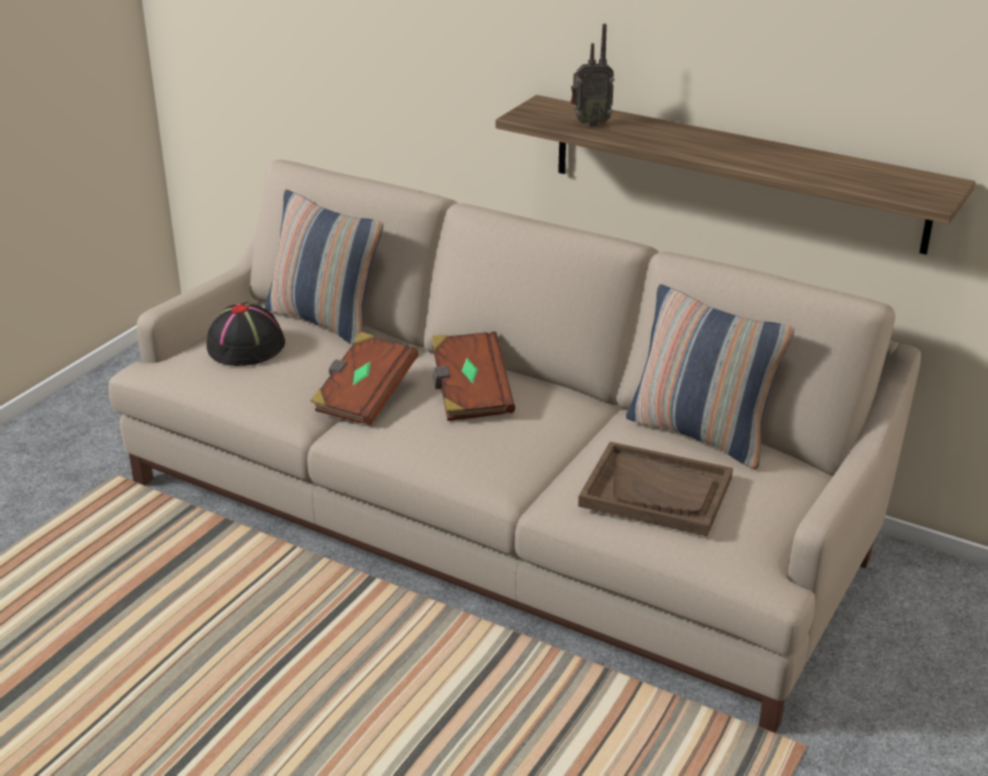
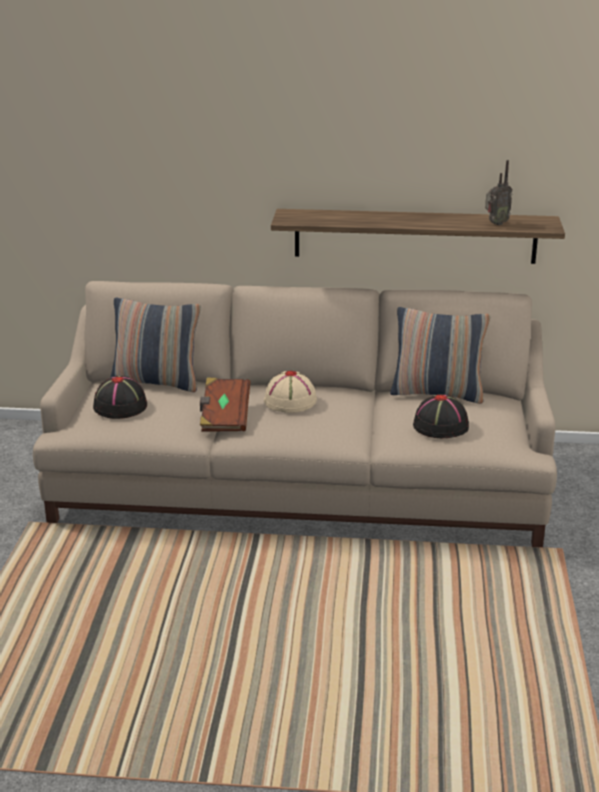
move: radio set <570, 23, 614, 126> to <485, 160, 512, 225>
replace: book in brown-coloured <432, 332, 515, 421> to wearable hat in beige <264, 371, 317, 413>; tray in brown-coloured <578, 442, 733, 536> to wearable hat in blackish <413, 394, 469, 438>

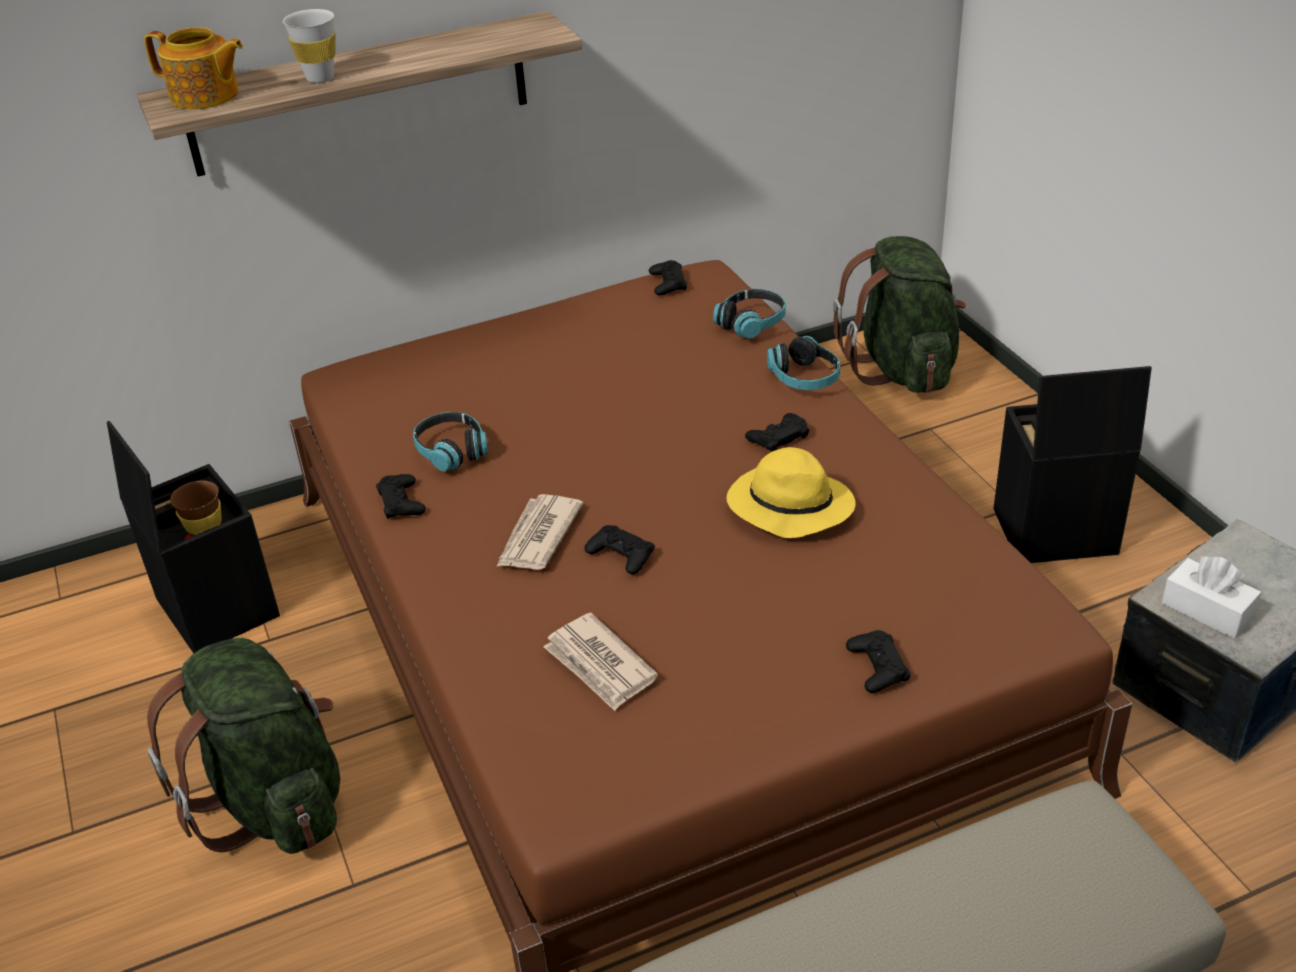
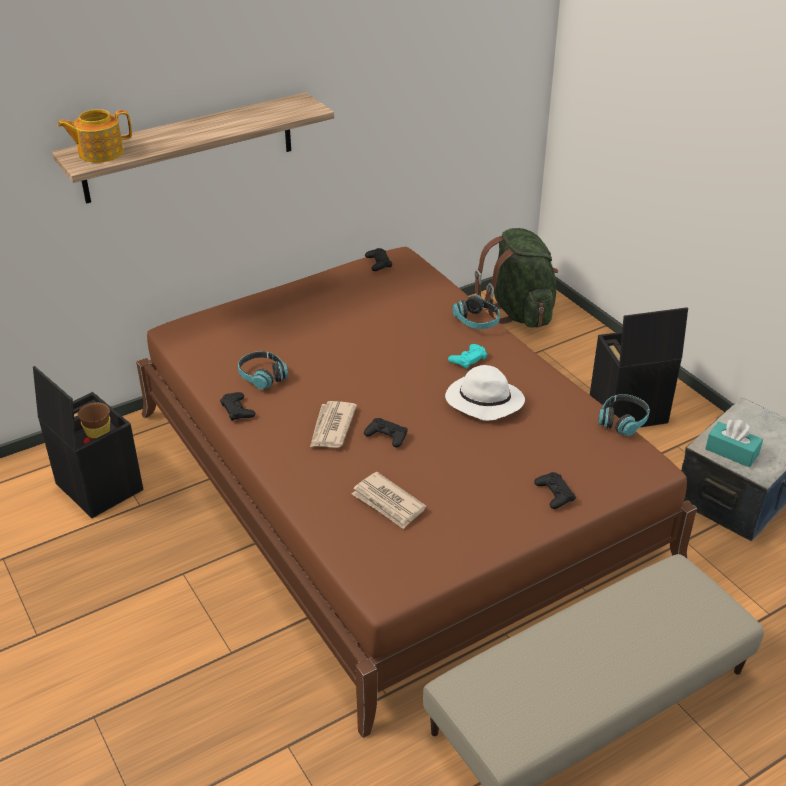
delete: cup in white <283, 9, 336, 83>; rucksack in green-coloured <147, 638, 340, 854>
move: pair of headphones <713, 289, 786, 338> to <598, 394, 650, 436>
recolor: game controller in blackish <745, 413, 810, 452> to game controller in turquoise-coloured <448, 344, 487, 369>; wearable hat in yellow <727, 447, 856, 538> to wearable hat in white <445, 365, 525, 421>; tissue holder in white <1162, 556, 1262, 639> to tissue holder in turquoise-coloured <705, 420, 763, 467>
rotate: tea pot <144, 27, 243, 109> = <57, 109, 132, 163> 150 degrees clockwise

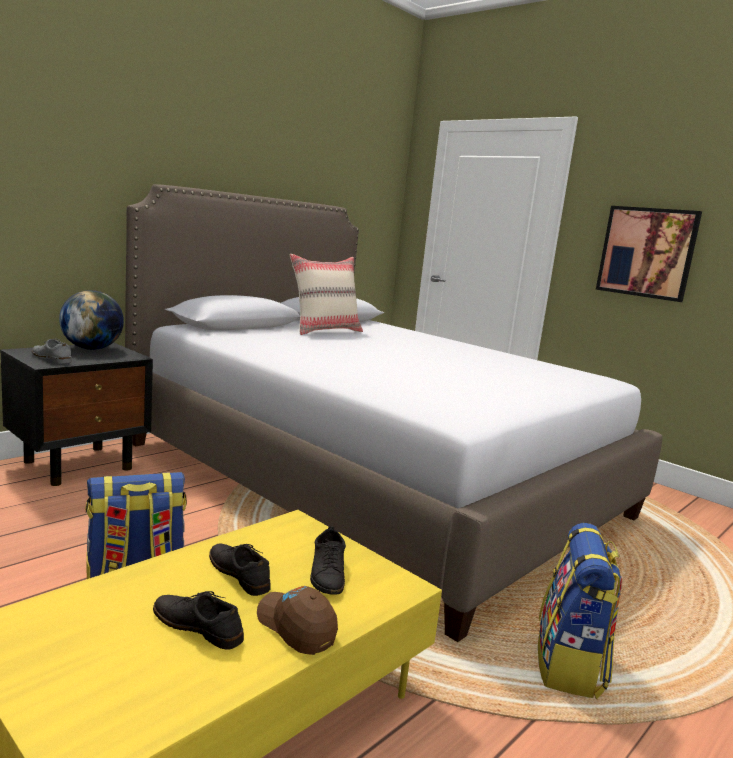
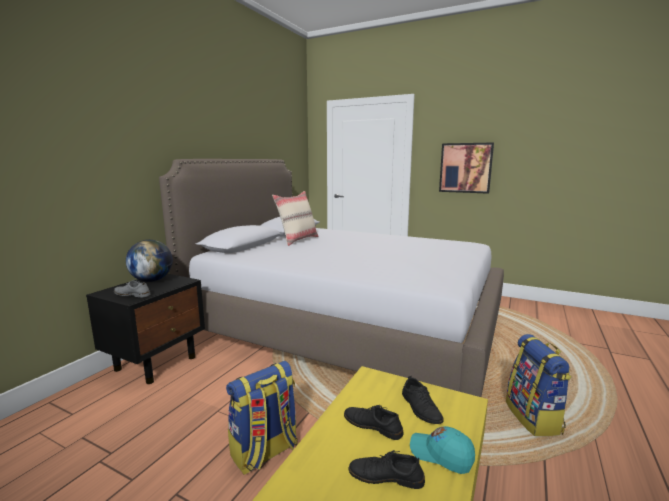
recolor: cap in brown-coloured <257, 586, 338, 655> to cap in turquoise-coloured <410, 426, 475, 474>

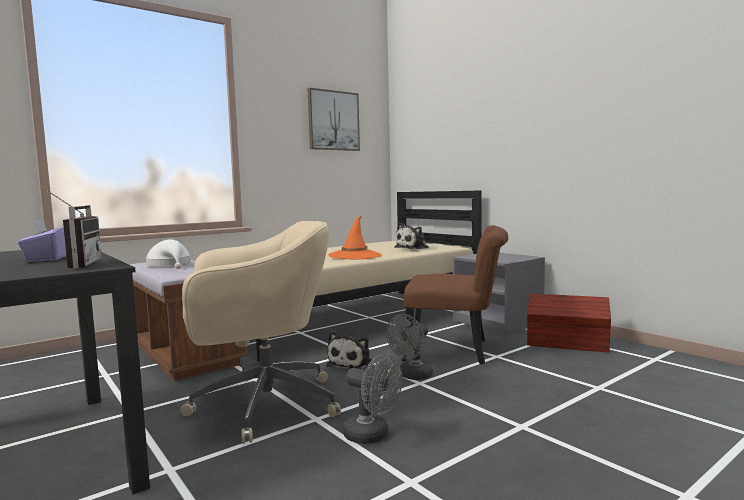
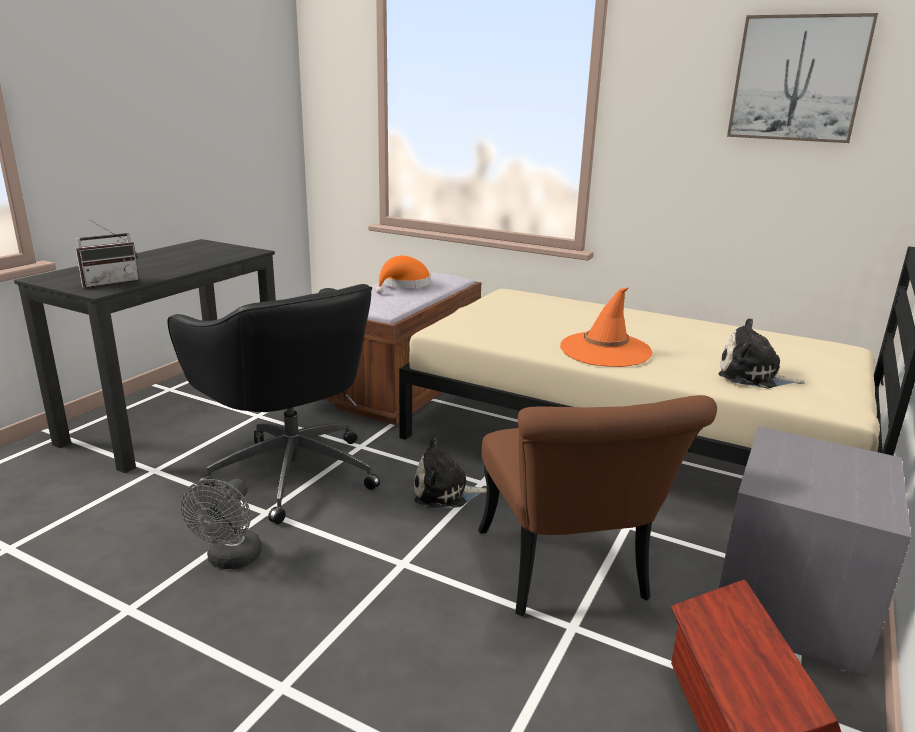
delete: tissue holder in purple-coloured <18, 219, 66, 262>; cooling fan in grey <386, 314, 433, 380>
recolor: computer chair in beige <181, 221, 341, 444> to computer chair in blackish <167, 284, 380, 524>; wearable hat in white <146, 239, 191, 269> to wearable hat in orangey <376, 256, 431, 294>

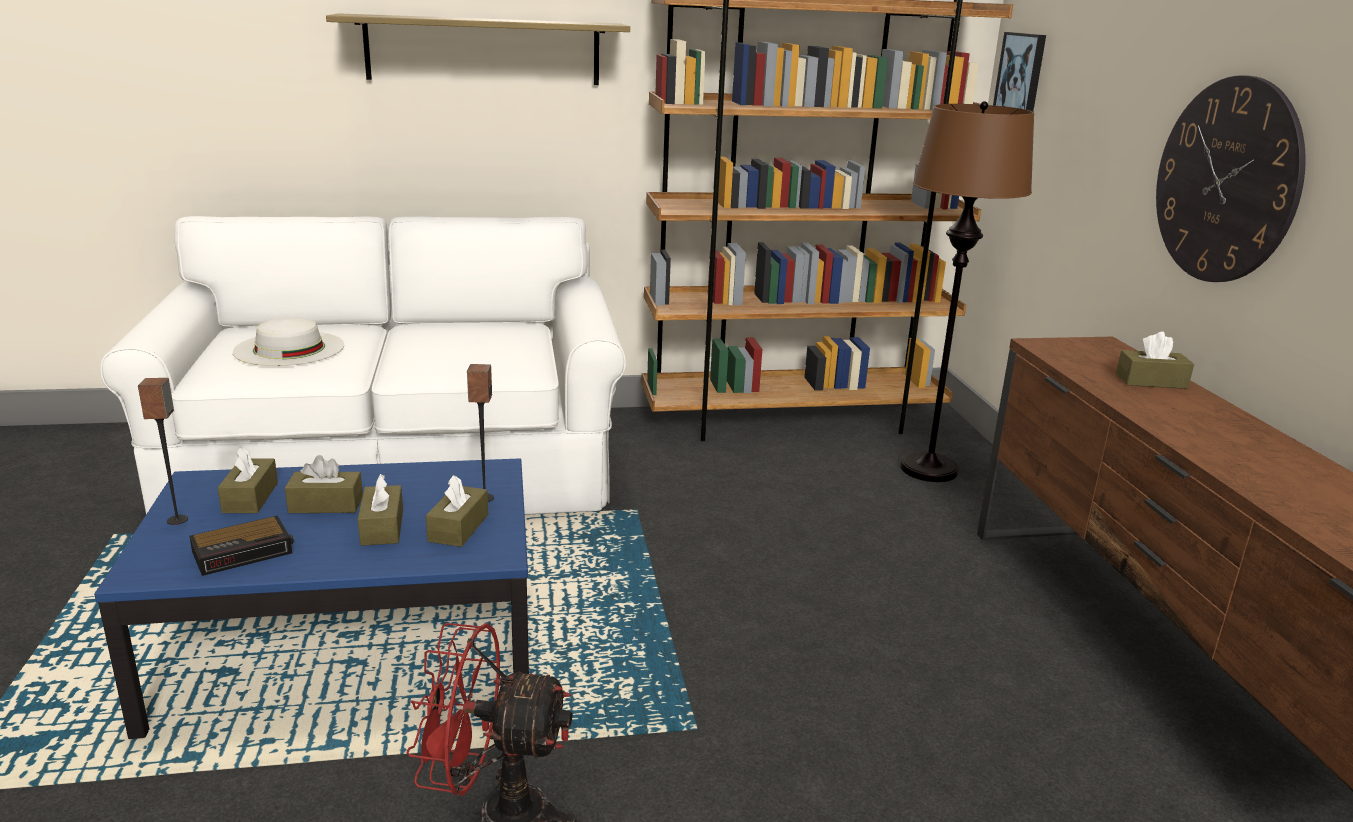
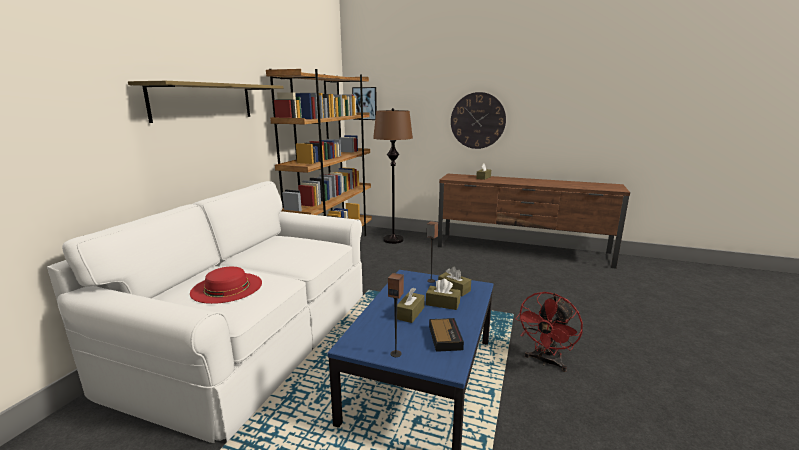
delete: tissue holder in brown-coloured <218, 447, 278, 513>
recolor: wearable hat in white <233, 317, 344, 366> to wearable hat in red <190, 267, 262, 304>

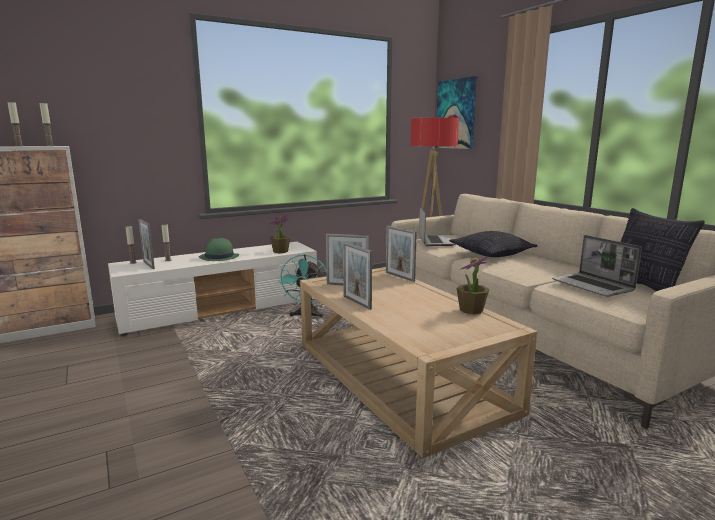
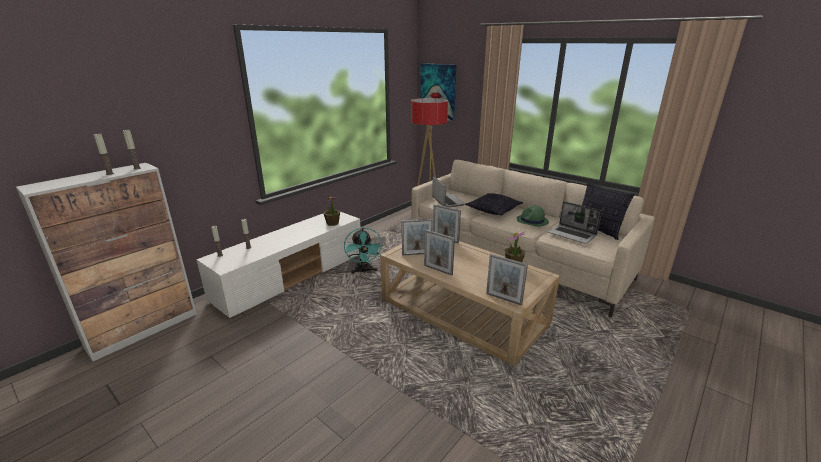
move: picture frame <138, 219, 155, 269> to <486, 254, 528, 306>; wearable hat in green-coloured <199, 238, 239, 261> to <516, 205, 549, 227>

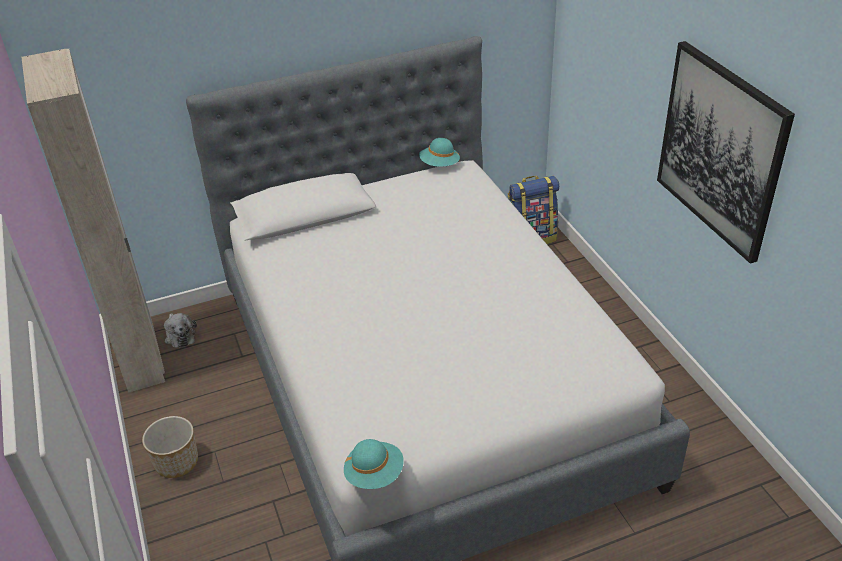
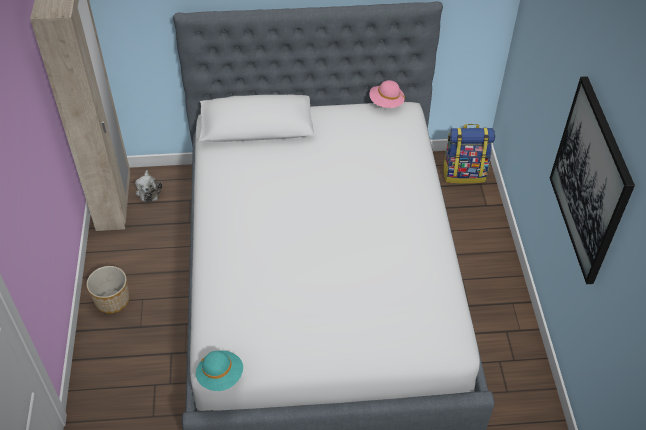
recolor: wearable hat in turquoise-coloured <419, 138, 460, 167> to wearable hat in pink <369, 80, 405, 108>

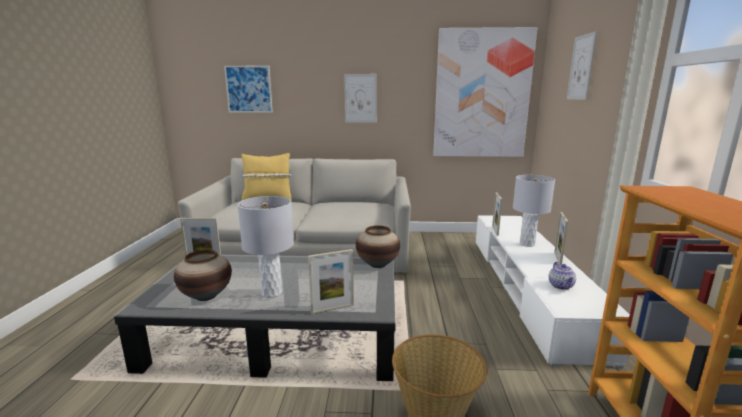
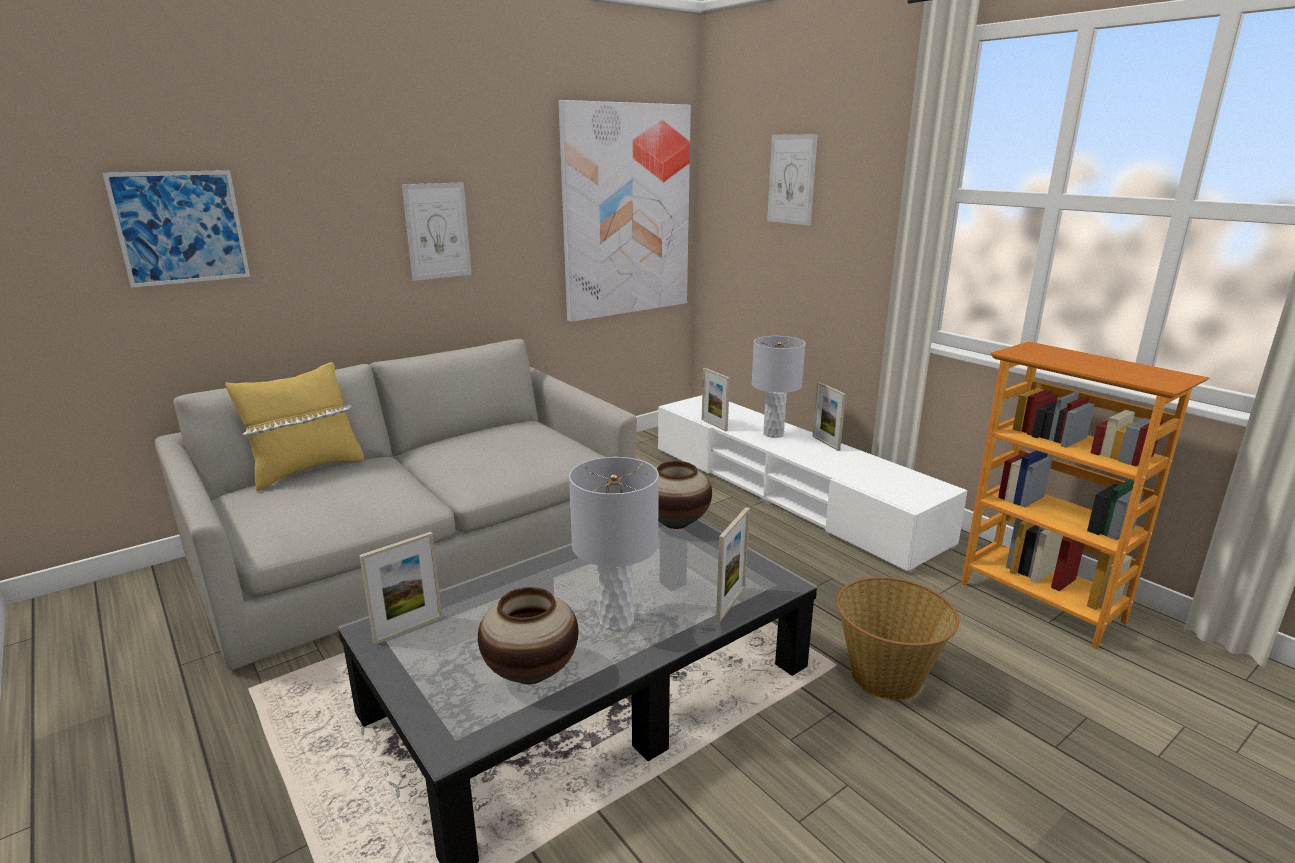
delete: tea pot <549, 262, 576, 290>

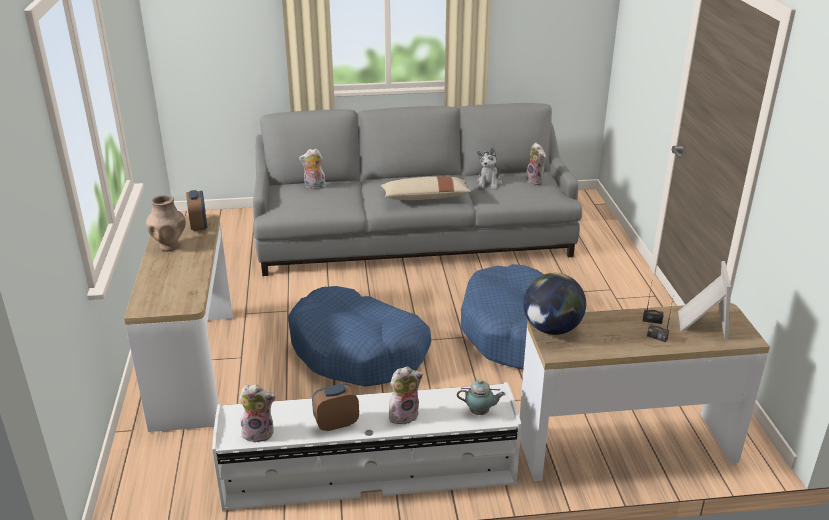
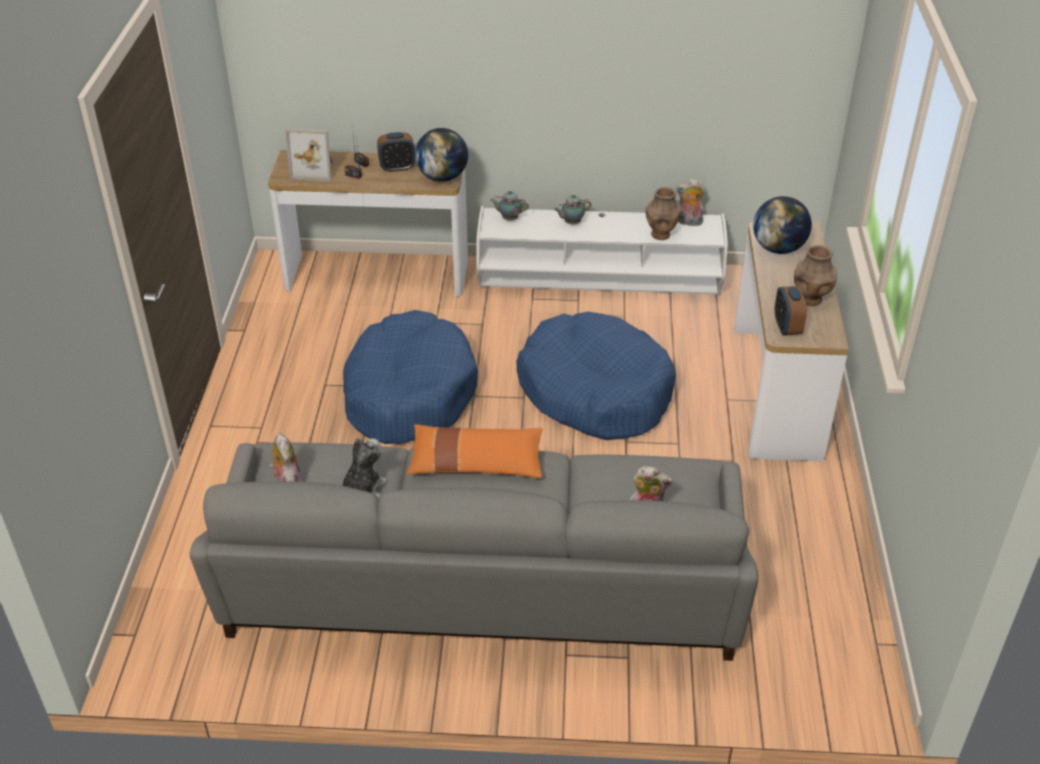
insert: flower vase in brown-coloured <645, 187, 682, 240>; world globe <753, 196, 812, 254>
move: alarm clock <312, 383, 359, 431> to <377, 132, 415, 172>
replace: plush toy <389, 367, 423, 424> to tea pot <554, 194, 591, 224>
recolor: cushion in beige <381, 176, 471, 200> to cushion in orangey <407, 424, 543, 478>
rotate: picture frame <678, 261, 731, 340> = <285, 128, 334, 182> 105 degrees counterclockwise

